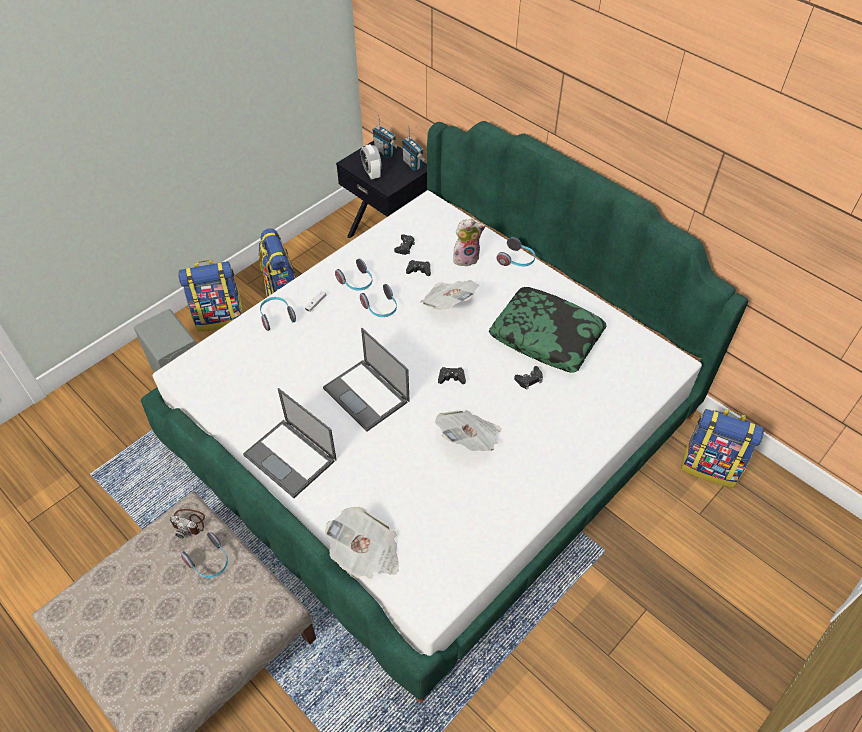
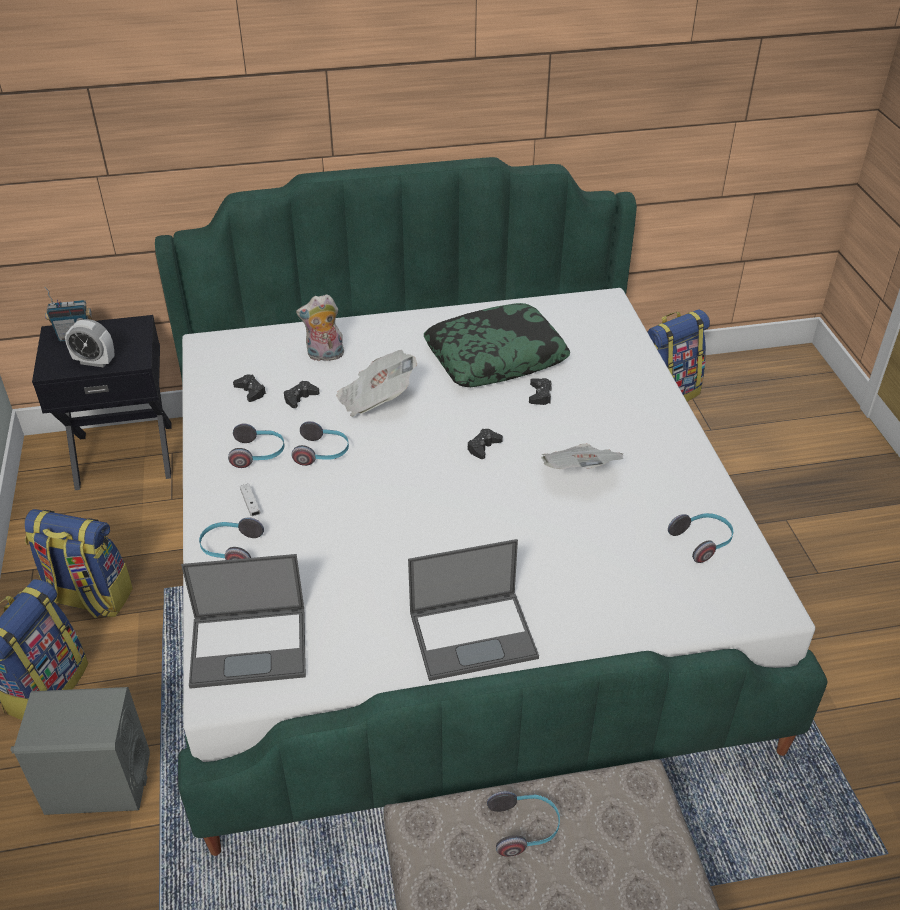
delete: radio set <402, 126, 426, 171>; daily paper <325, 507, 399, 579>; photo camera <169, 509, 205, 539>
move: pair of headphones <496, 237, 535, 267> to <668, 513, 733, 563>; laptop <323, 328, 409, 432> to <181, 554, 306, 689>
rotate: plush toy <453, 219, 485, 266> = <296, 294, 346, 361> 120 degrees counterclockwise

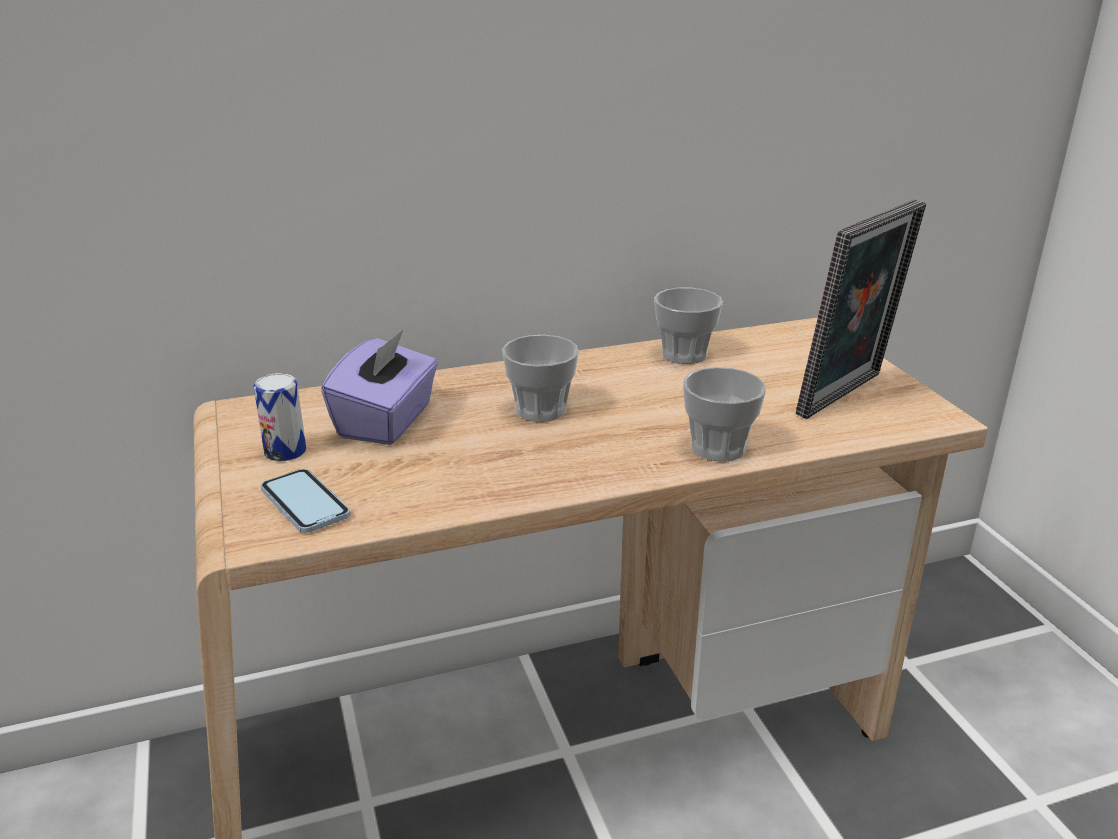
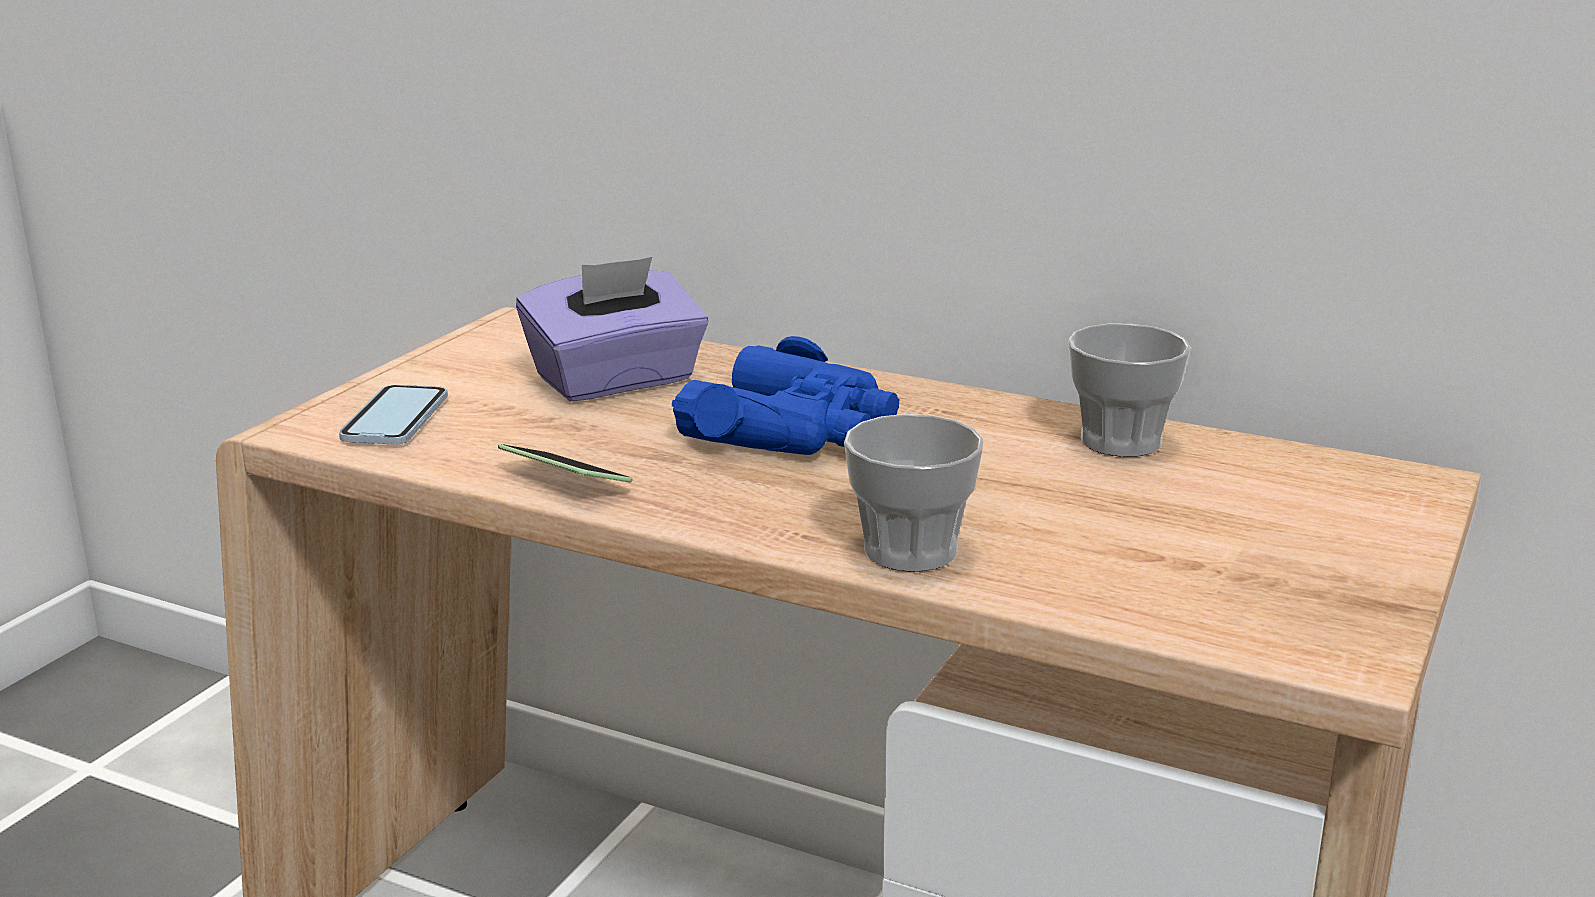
delete: picture frame <796, 200, 926, 419>; can <253, 373, 306, 461>
insert: phone <498, 444, 633, 482>
replace: cup <502, 335, 579, 422> to pair of binoculars in bluish <672, 336, 899, 455>

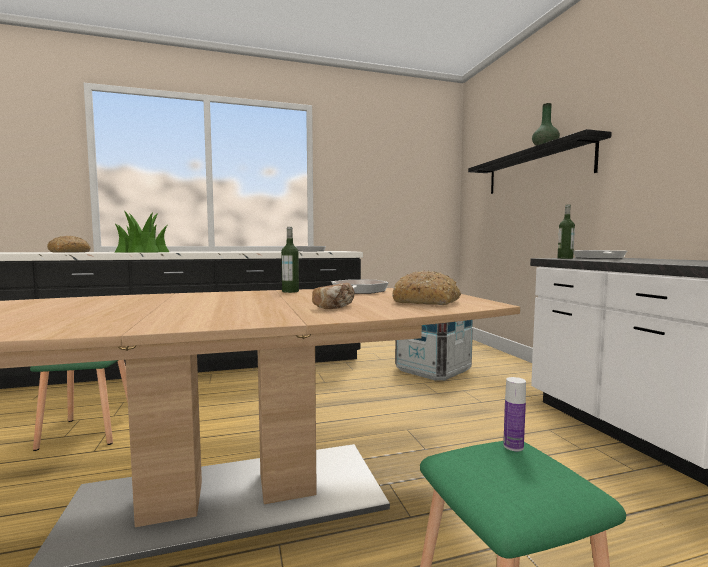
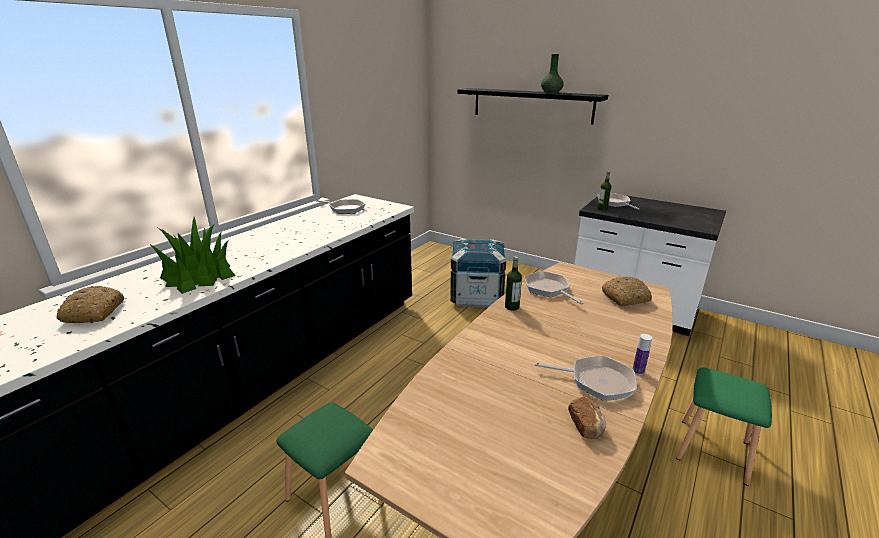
insert: skillet <535, 356, 637, 401>
move: bakery bread <312, 283, 355, 309> to <568, 397, 606, 439>; beverage bottle <503, 377, 526, 451> to <633, 334, 652, 375>

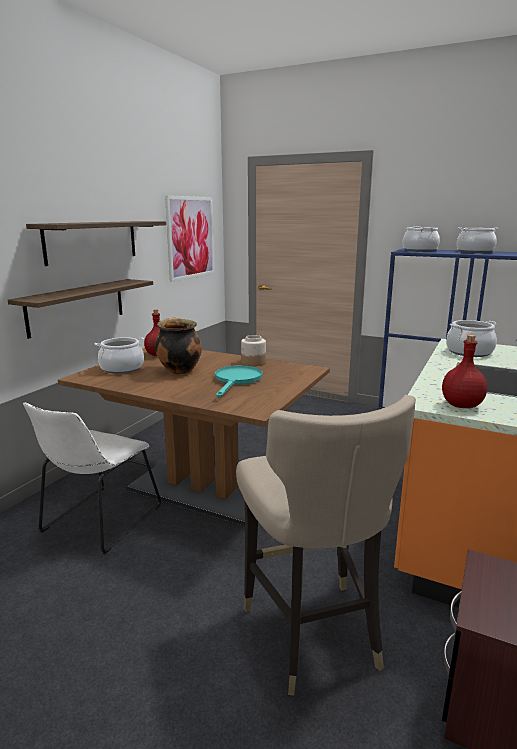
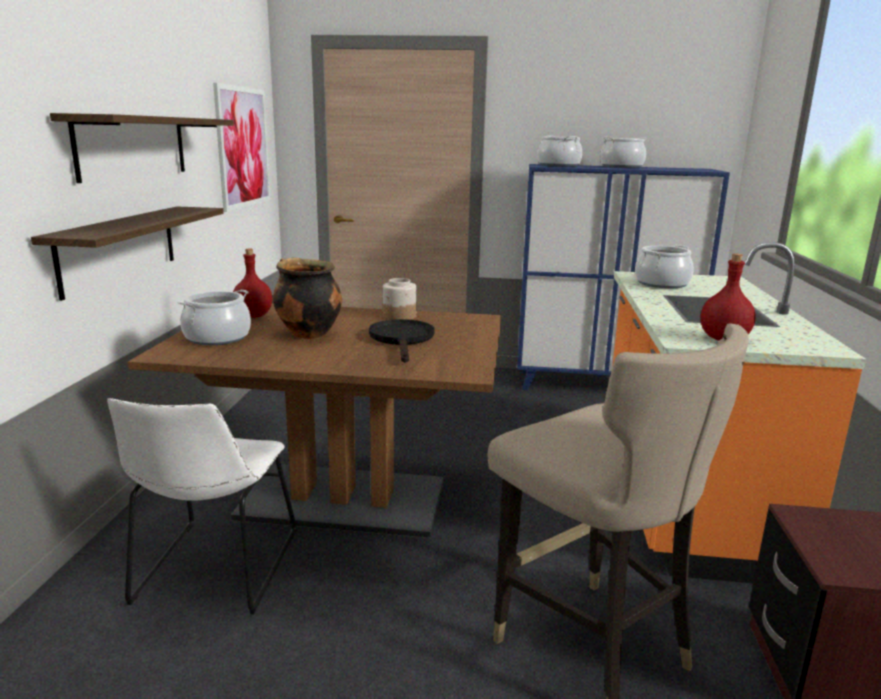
recolor: skillet in turquoise-coloured <215, 365, 263, 398> to skillet in blackish <369, 319, 435, 363>

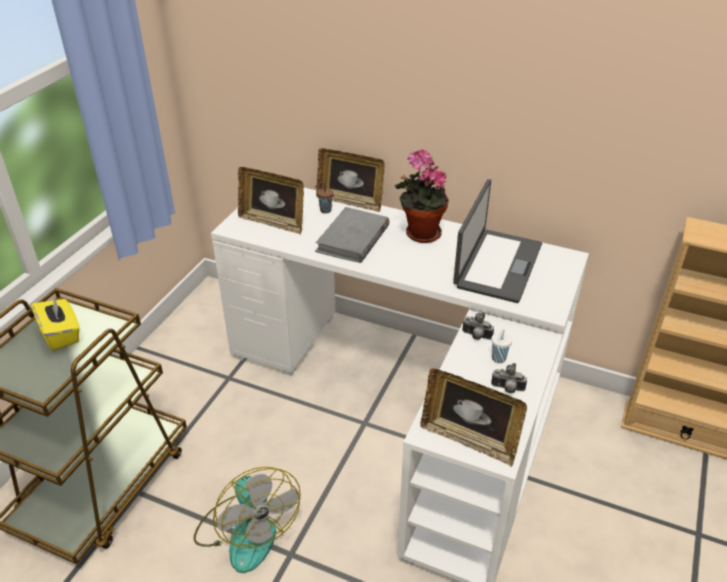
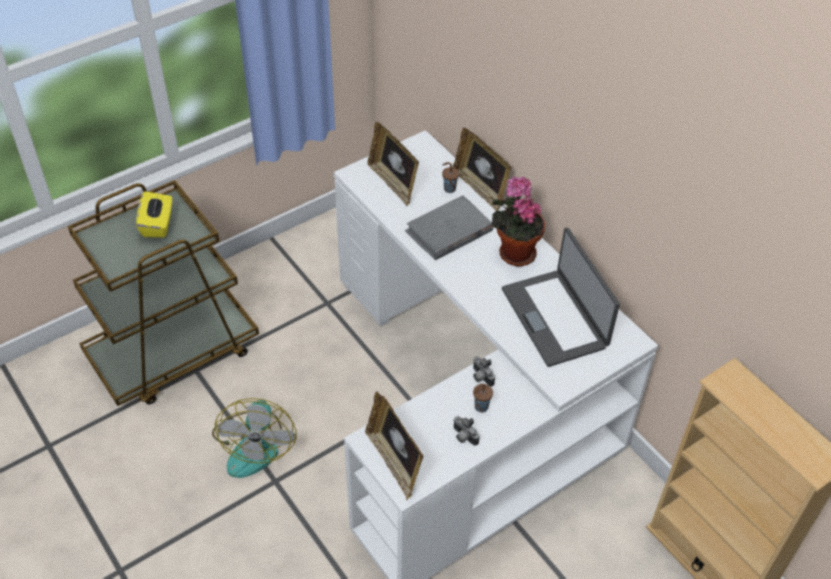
recolor: cup in white <491, 328, 512, 363> to cup in brown-coloured <473, 384, 493, 412>
rotate: laptop <453, 179, 542, 303> = <502, 228, 620, 367> 105 degrees clockwise

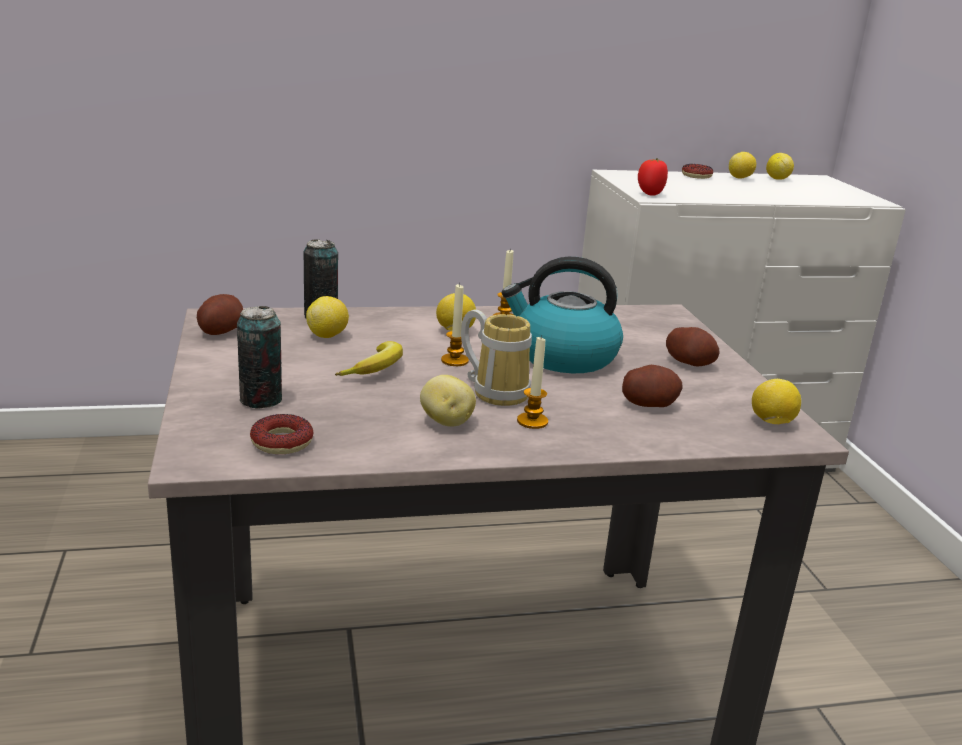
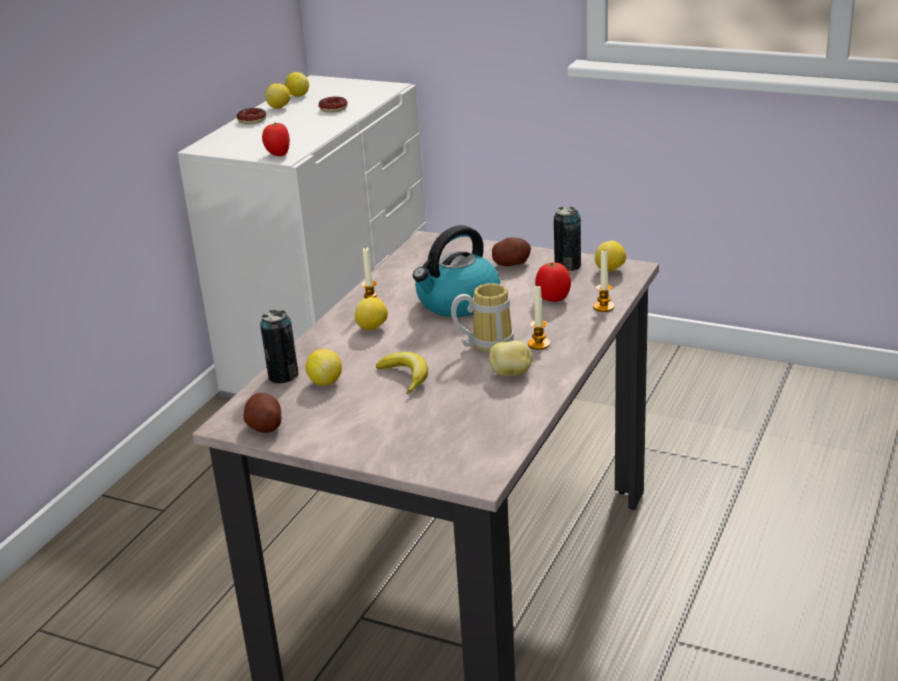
move: wax light <441, 284, 469, 366> to <593, 251, 615, 312>; can <237, 306, 282, 409> to <554, 207, 581, 271>; doughnut <250, 414, 313, 454> to <319, 97, 348, 113>
replace: whole potato <622, 365, 683, 407> to fresh tomato <535, 262, 571, 302>

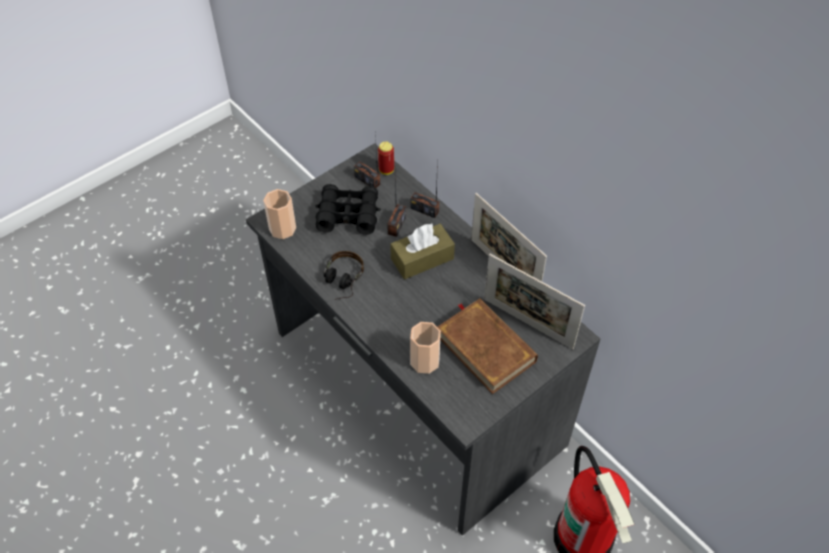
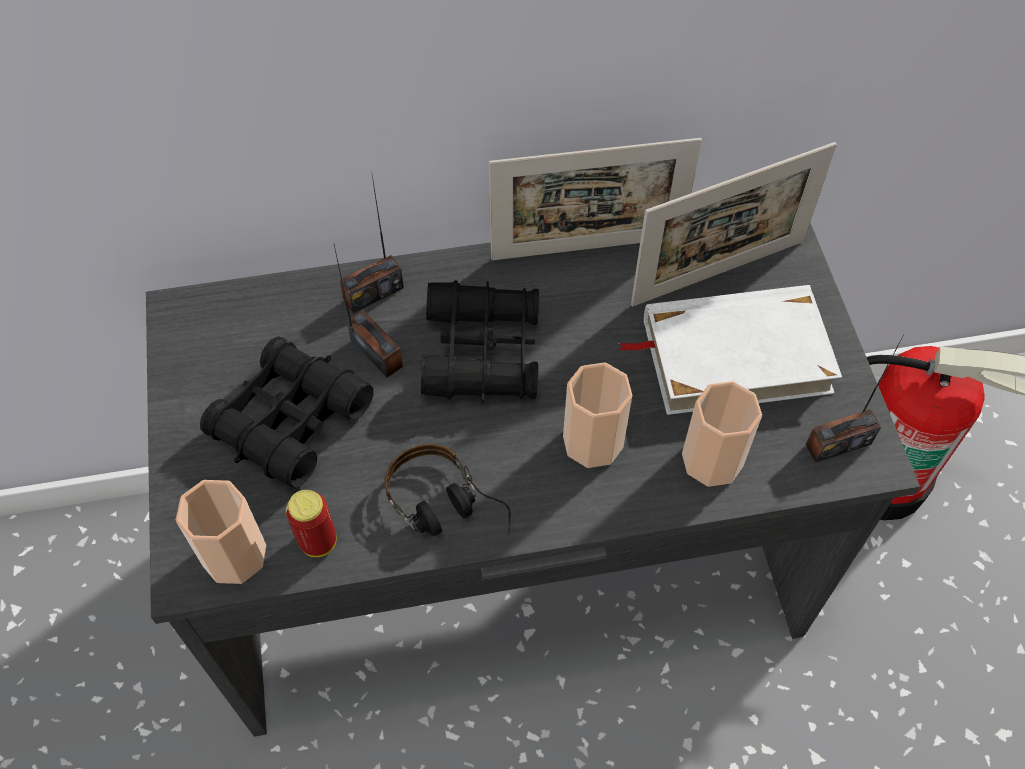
insert: cup <563, 362, 632, 468>
move: radio set <354, 132, 380, 188> to <806, 335, 904, 463>; can <378, 142, 394, 175> to <286, 490, 337, 557>
replace: tissue holder in brown-coloured <390, 224, 455, 279> to pair of binoculars in blackish <421, 280, 539, 403>
recolor: book in brown-coloured <438, 298, 538, 394> to book in white <619, 285, 842, 415>

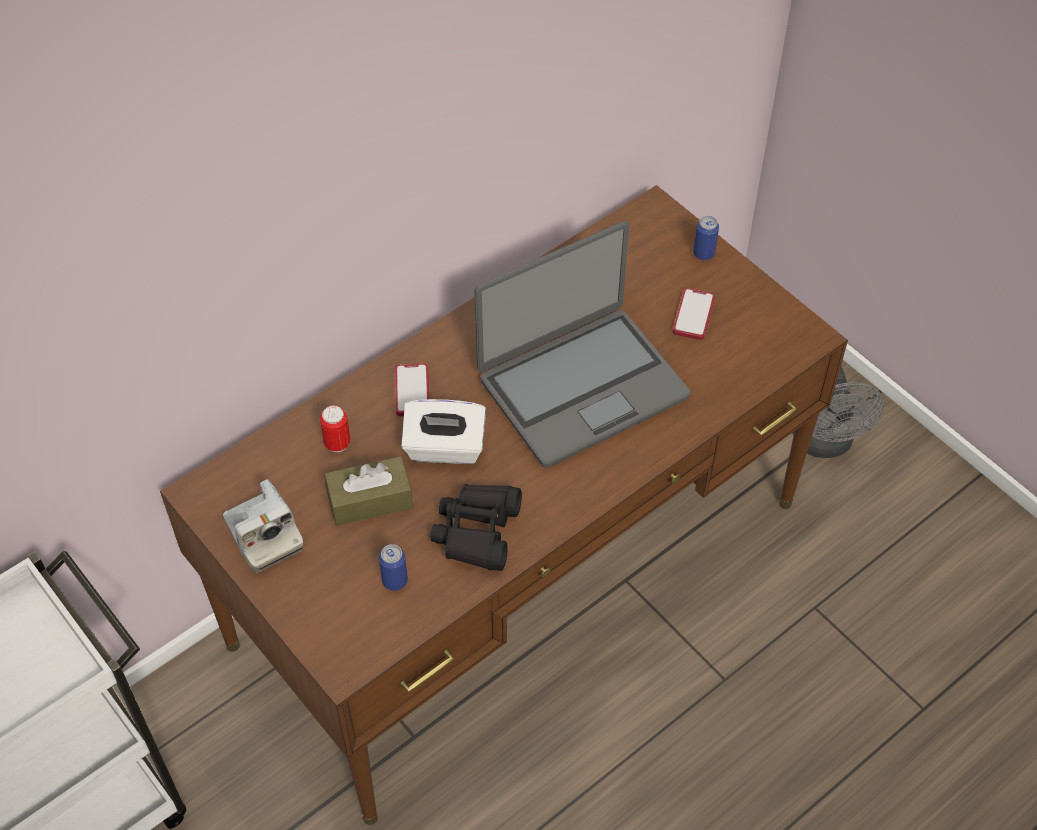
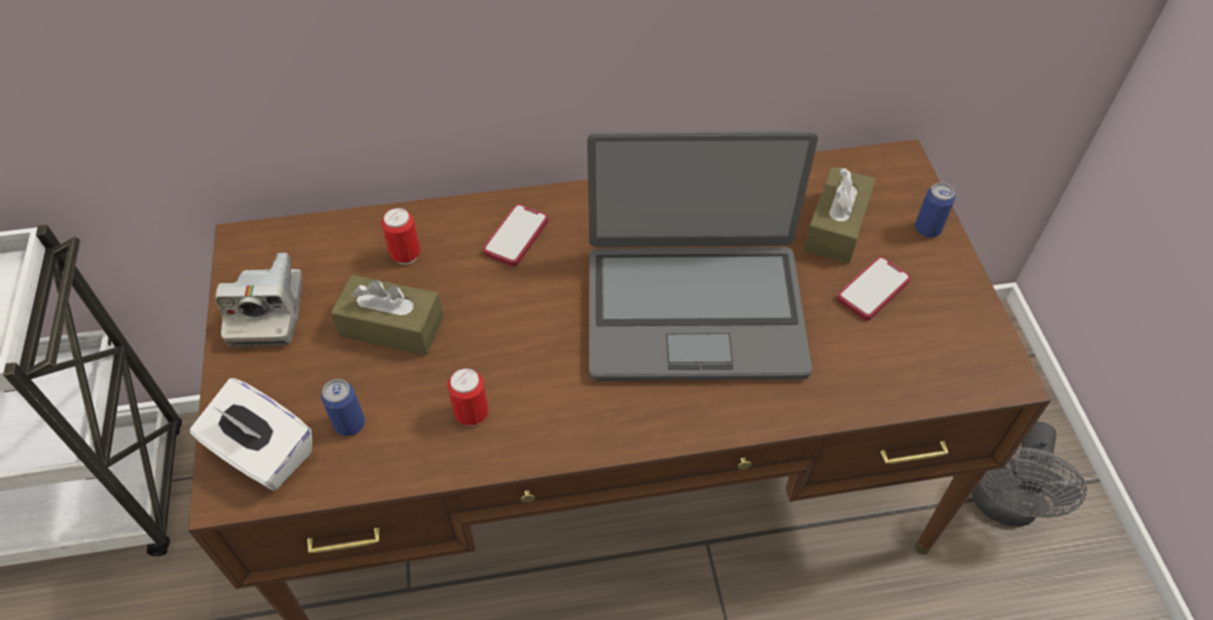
insert: tissue holder in brown-coloured <804, 167, 876, 264>
move: tissue holder in white <401, 399, 486, 464> to <190, 378, 312, 491>
replace: pair of binoculars in blackish <431, 484, 522, 571> to can <447, 368, 488, 426>

